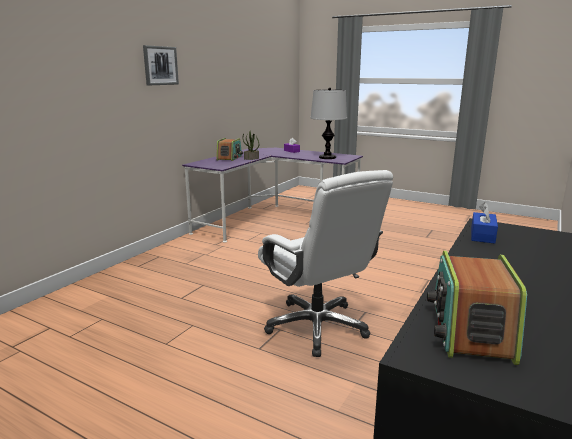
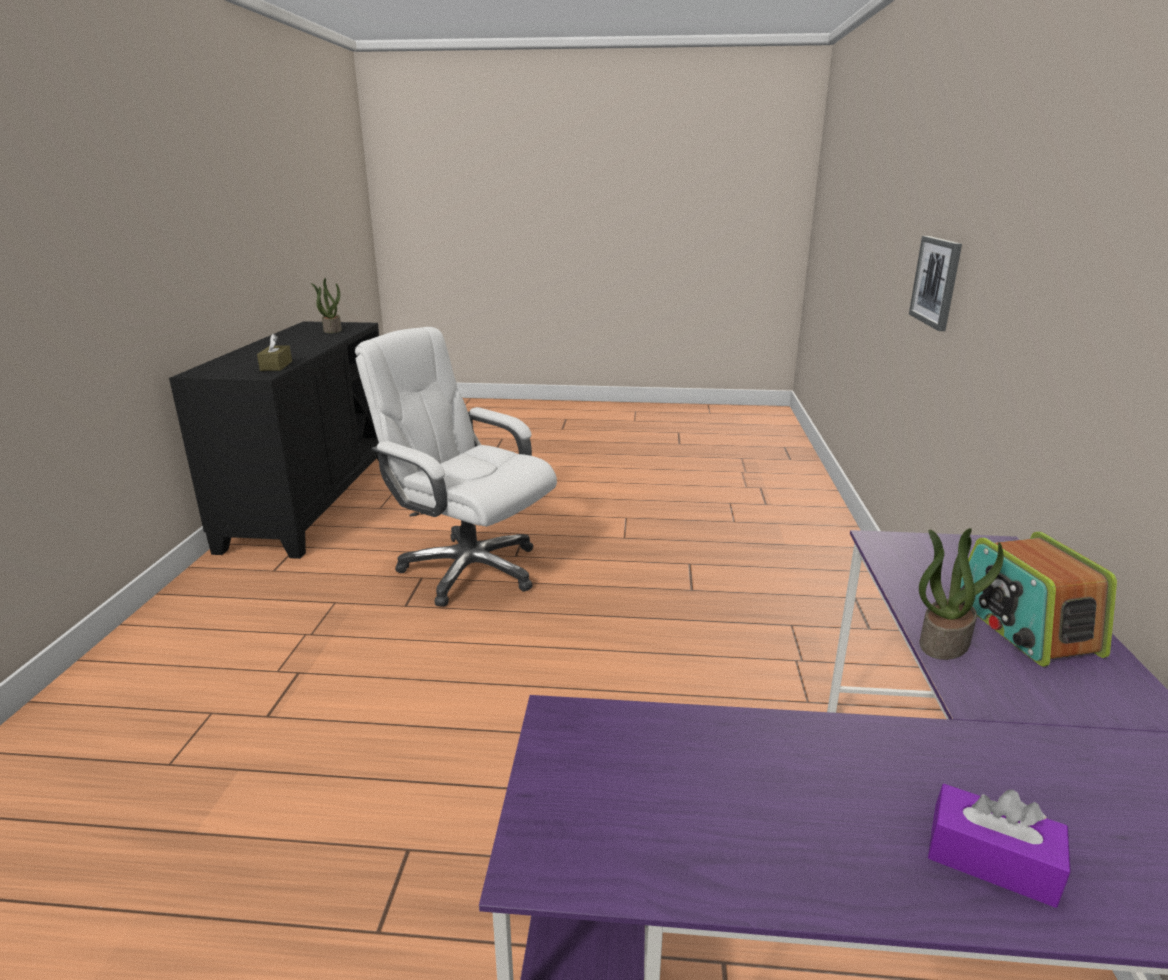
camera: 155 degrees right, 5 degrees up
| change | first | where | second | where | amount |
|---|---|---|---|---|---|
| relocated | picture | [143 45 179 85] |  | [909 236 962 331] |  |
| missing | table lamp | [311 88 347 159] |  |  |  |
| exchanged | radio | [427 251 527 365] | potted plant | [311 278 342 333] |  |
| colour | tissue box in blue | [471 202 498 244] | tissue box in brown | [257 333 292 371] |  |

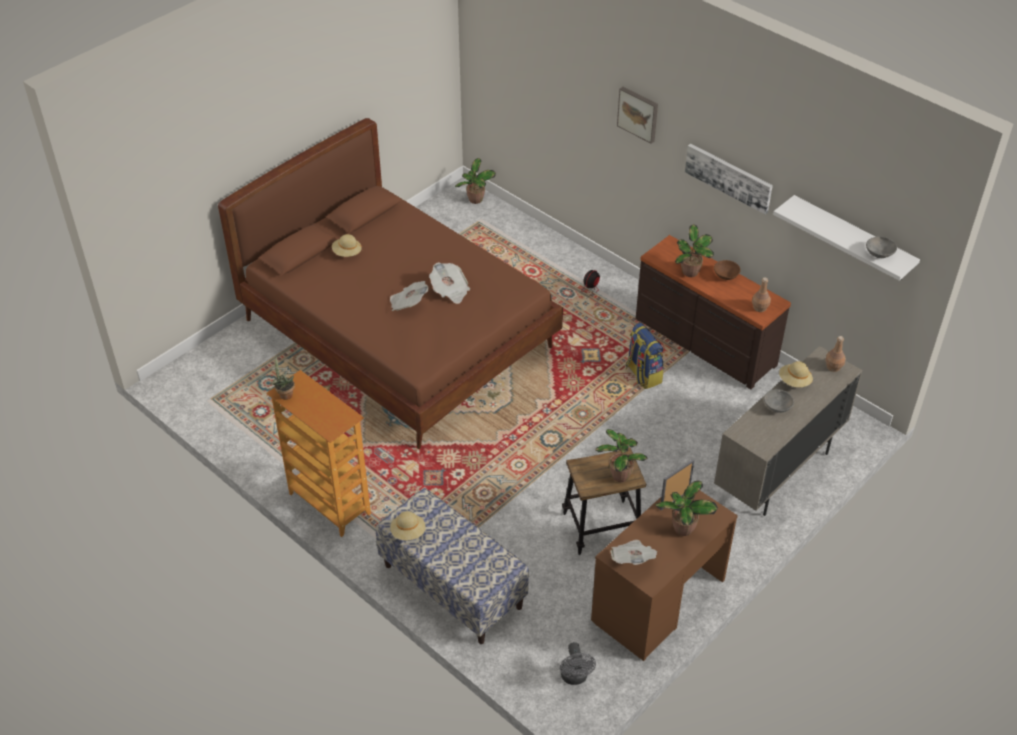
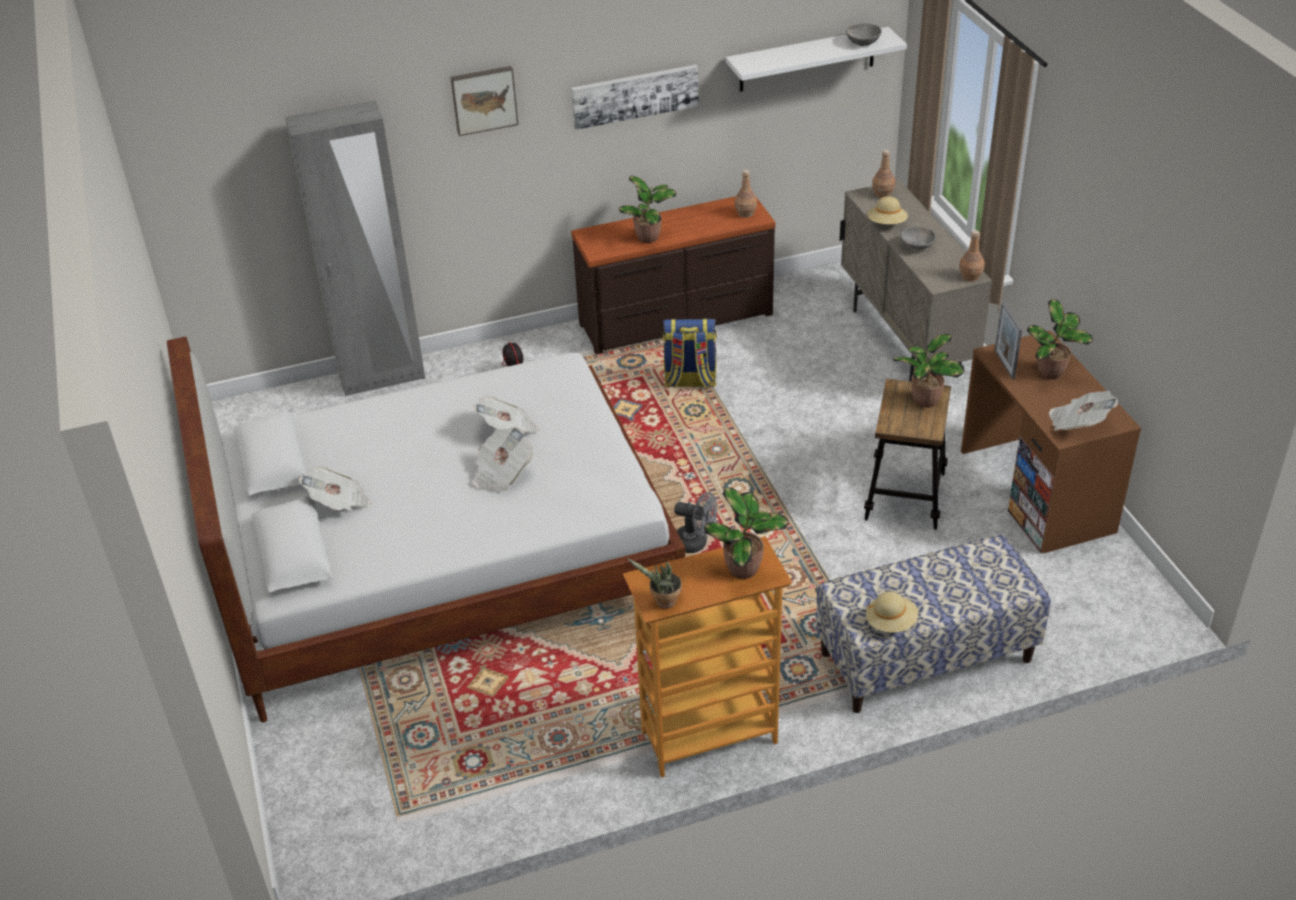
camera: 60 degrees left, 5 degrees down
| change | first | where | second | where | amount |
|---|---|---|---|---|---|
| colour | bed in brown | [218 118 563 449] | bed in white | [167 337 685 723] |  |
| exchanged | hat in beige | [332 234 362 257] | newspaper | [299 467 372 511] |  |
| relocated | potted plant | [455 158 496 204] |  | [704 487 789 579] |  |
| relocated | fan in grey | [560 642 596 685] |  | [674 492 717 553] |  |
| missing | bowl in brown | [714 260 741 280] |  |  |  |
| appeared |  |  | wardrobe in grey | [285 100 426 397] |  |
| appeared |  |  | bottle in brown | [959 230 985 282] |  |

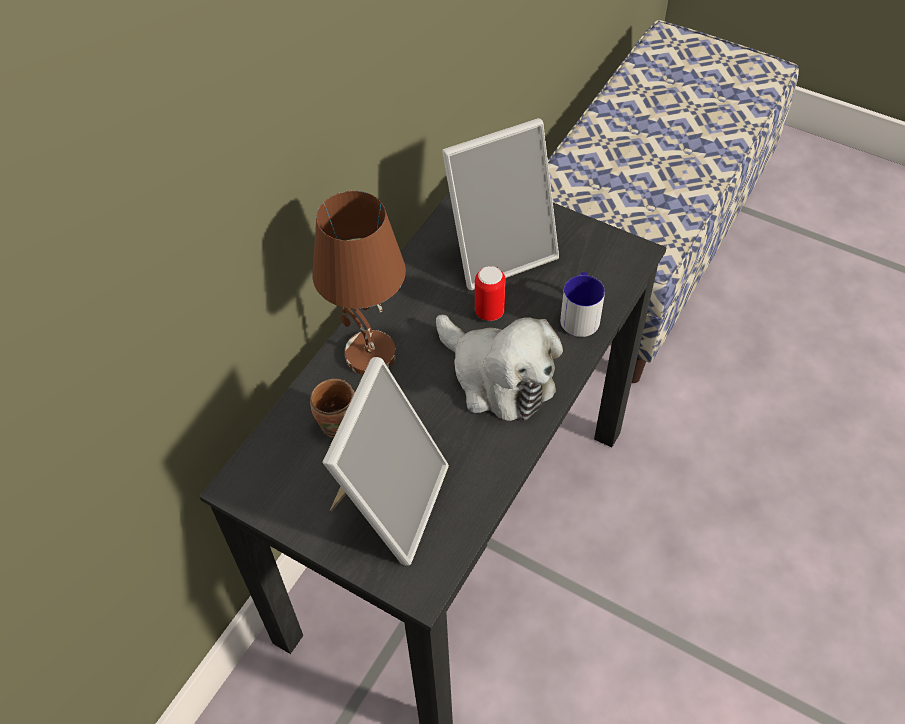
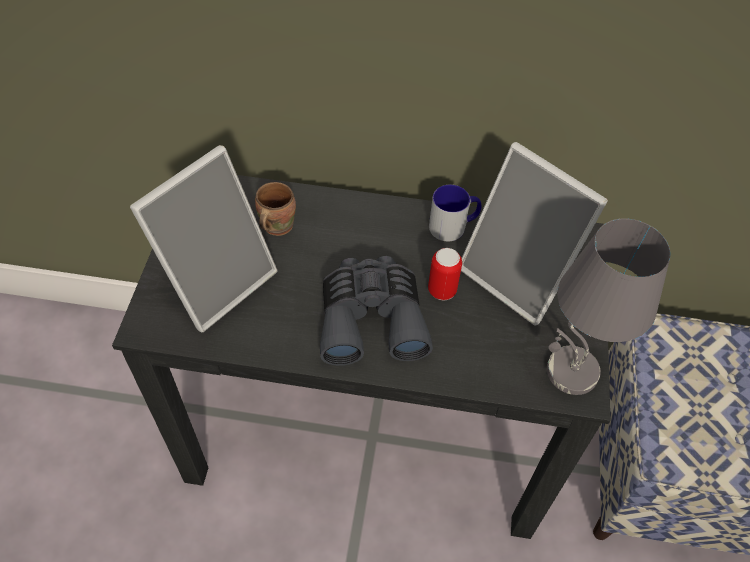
camera: 65 degrees right, 0 degrees up
| change | first | where | second | where | amount |
|---|---|---|---|---|---|
| missing | table lamp in brown | [312 191 406 375] |  |  |  |
| spun | picture frame | [322 357 449 566] |  | [130 145 278 332] | 45 degrees counterclockwise |
| exchanged | plush toy | [436 315 563 421] | binoculars in grey | [320 256 433 366] |  |
| relocated | mug | [560 272 605 337] |  | [429 185 481 241] |  |
| appeared |  |  | table lamp in grey | [547 218 671 395] |  |

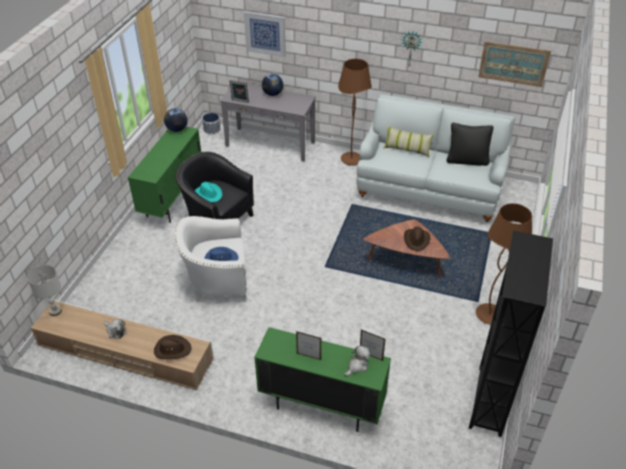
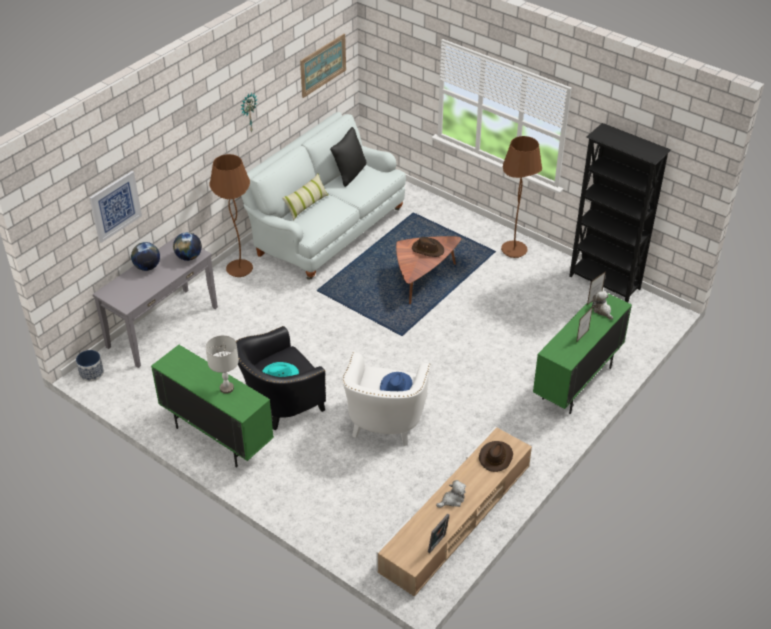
camera: 70 degrees left, 0 degrees up
| change | first | where | second | where | amount |
|---|---|---|---|---|---|
| relocated | table lamp in grey | [27 265 62 316] |  | [206 335 239 394] |  |
| relocated | globe | [164 108 188 132] |  | [173 232 202 261] |  |
| relocated | picture frame | [229 80 249 103] |  | [428 514 450 553] |  |

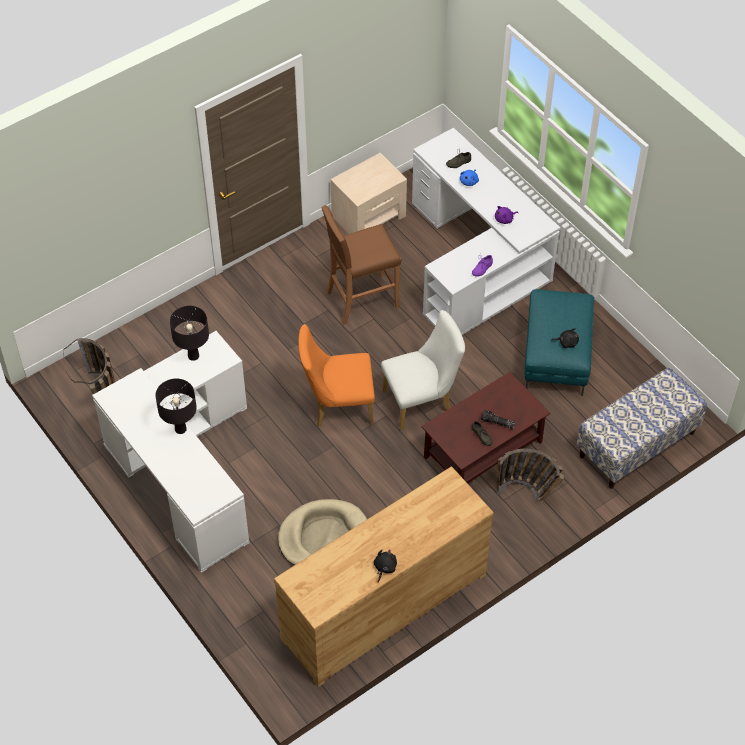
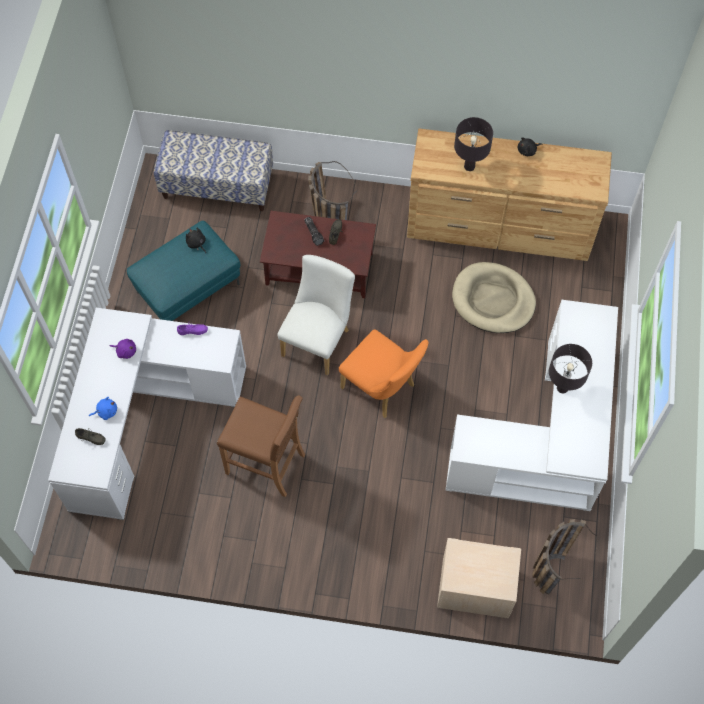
camera: 135 degrees left, 10 degrees up
| change | first | where | second | where | amount |
|---|---|---|---|---|---|
| relocated | table lamp in black | [170 306 209 361] |  | [454 117 493 171] |  |
| relocated | nightstand in beige | [331 153 407 234] |  | [437 538 521 618] |  |
| spun | chair in white | [381 310 465 431] |  | [277 255 355 375] | 90 degrees clockwise |

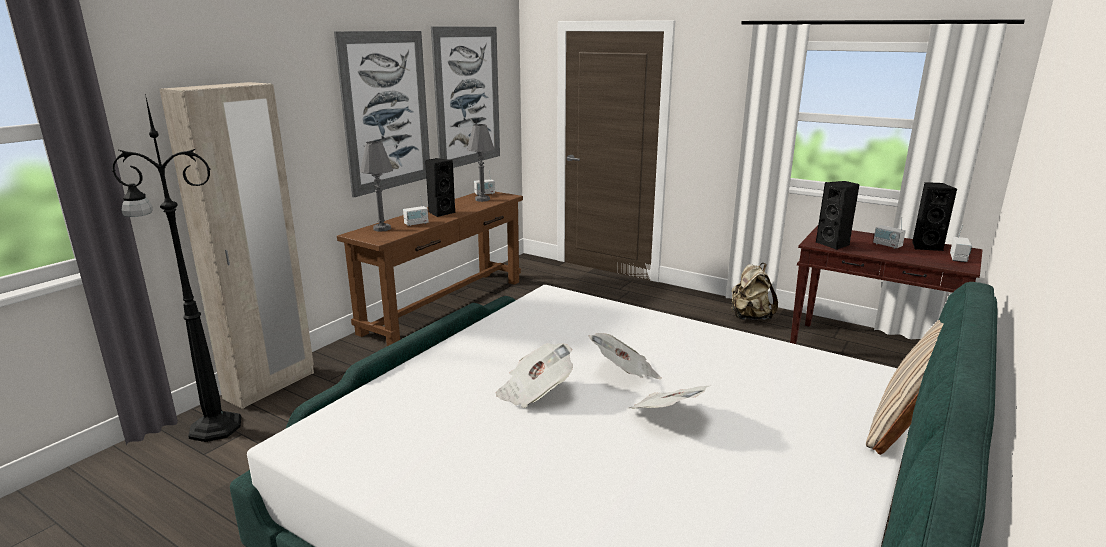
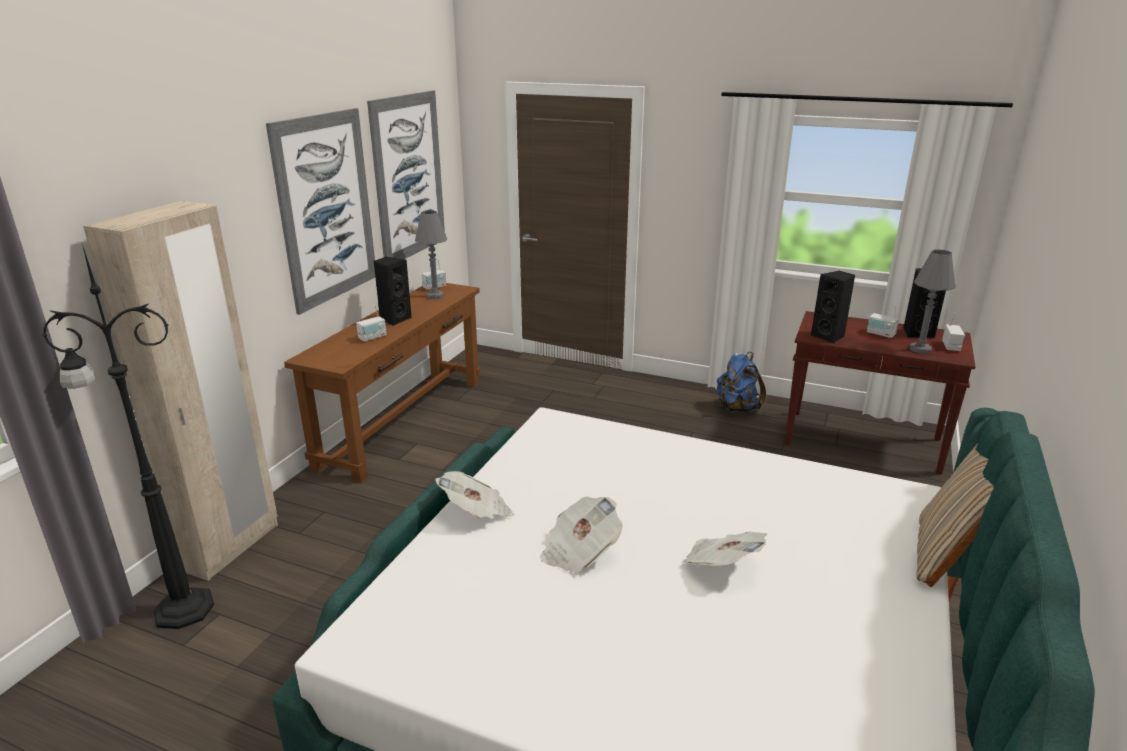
camera: 10 degrees left, 5 degrees up
| change | first | where | second | where | amount |
|---|---|---|---|---|---|
| relocated | table lamp in grey | [360 141 393 232] |  | [910 249 956 354] |  |
| relocated | newspaper | [588 333 662 379] |  | [435 471 515 519] |  |
| colour | backpack in beige | [732 263 778 320] | backpack in blue | [717 352 766 413] |  |

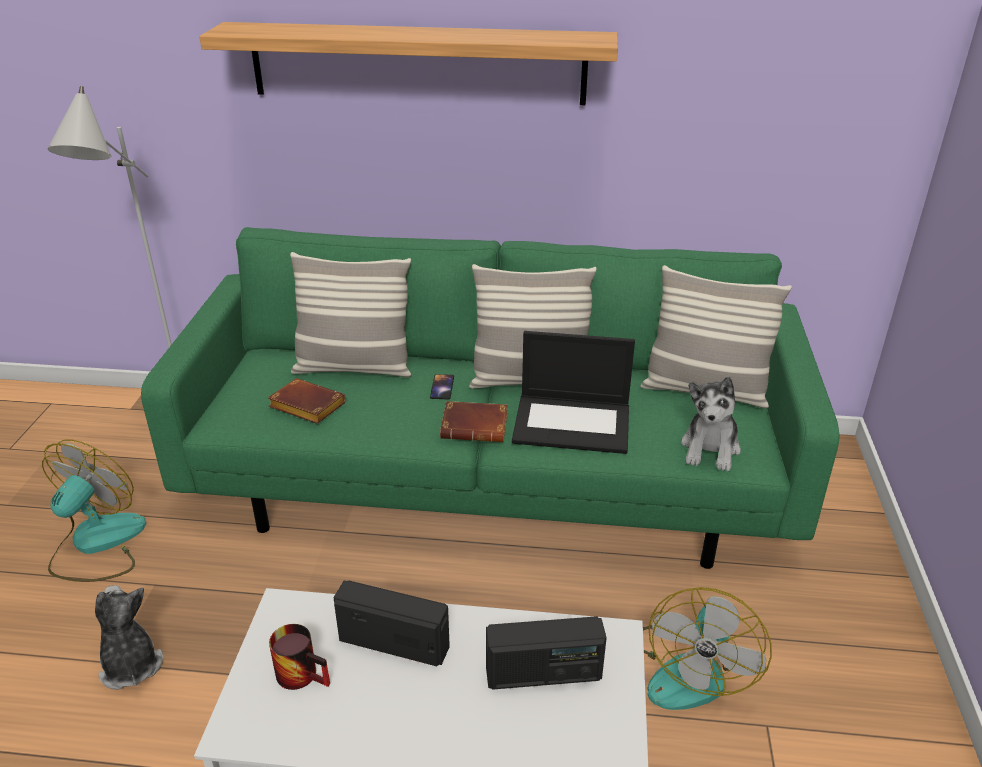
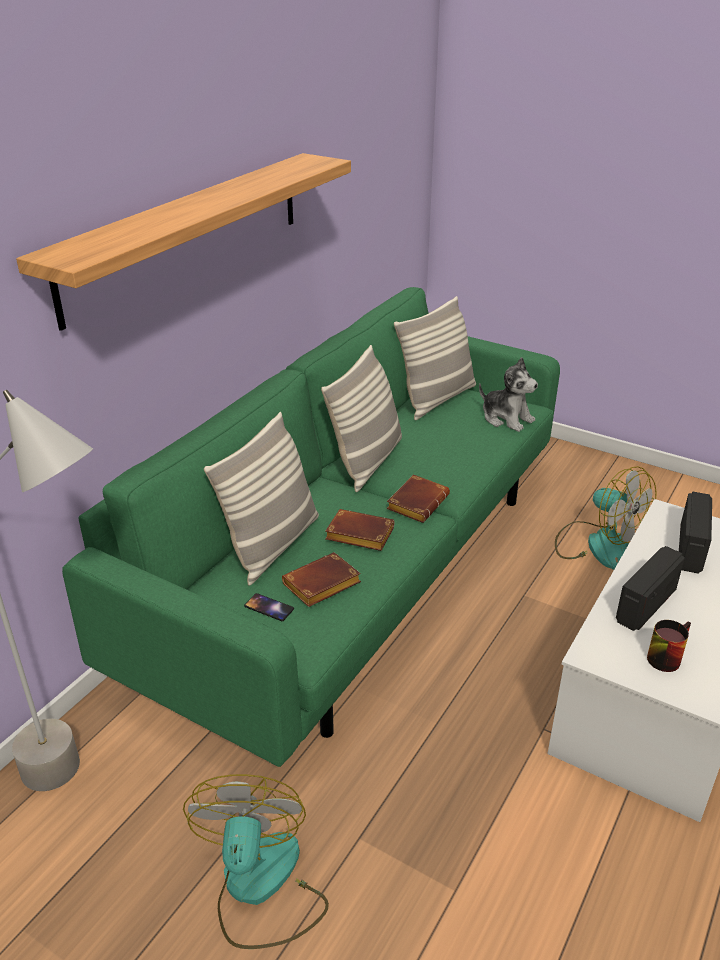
camera: 65 degrees left, 0 degrees up
| change | first | where | second | where | amount |
|---|---|---|---|---|---|
| spun | fan | [42 439 146 582] |  | [183 774 329 949] | 45 degrees clockwise |
| missing | plush toy | [95 585 163 690] |  |  |  |
| relocated | phone | [430 374 454 399] |  | [244 593 294 621] |  |
| missing | laptop | [512 331 635 454] |  |  |  |
| appeared |  |  | book in brown | [325 509 394 551] |  |

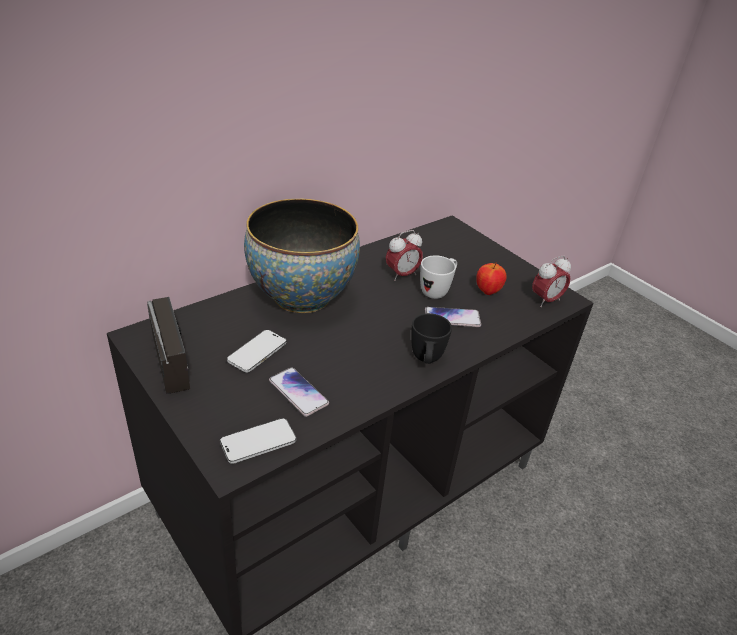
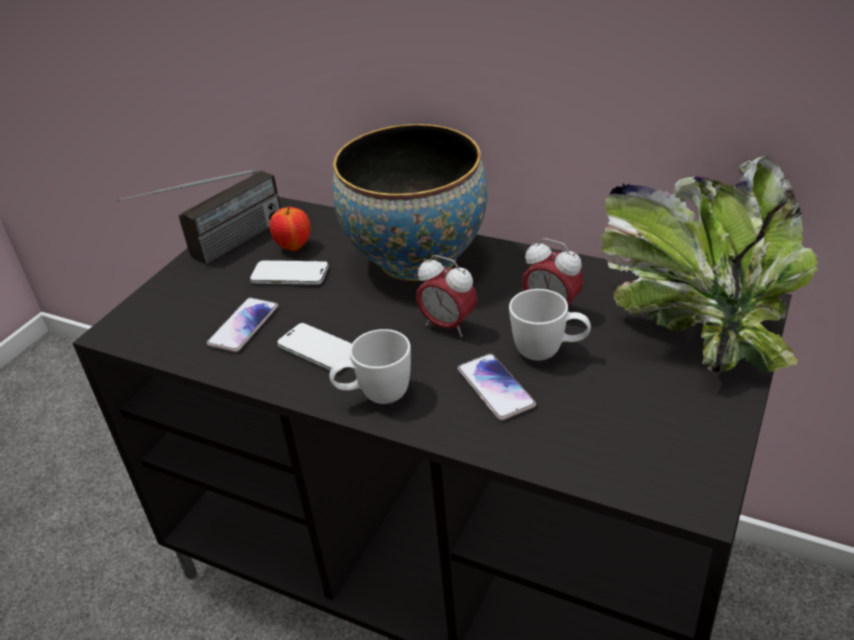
camera: 70 degrees right, 0 degrees up
| change | first | where | second | where | amount |
|---|---|---|---|---|---|
| relocated | phone | [220 418 296 464] |  | [277 323 352 372] |  |
| colour | mug in black | [411 313 452 364] | mug in white | [329 329 411 404] |  |
| relocated | apple | [476 263 507 295] |  | [269 207 310 251] |  |
| relocated | alarm clock | [532 255 571 307] |  | [416 255 477 337] |  |
| appeared |  |  | potted plant | [600 156 819 372] |  |

